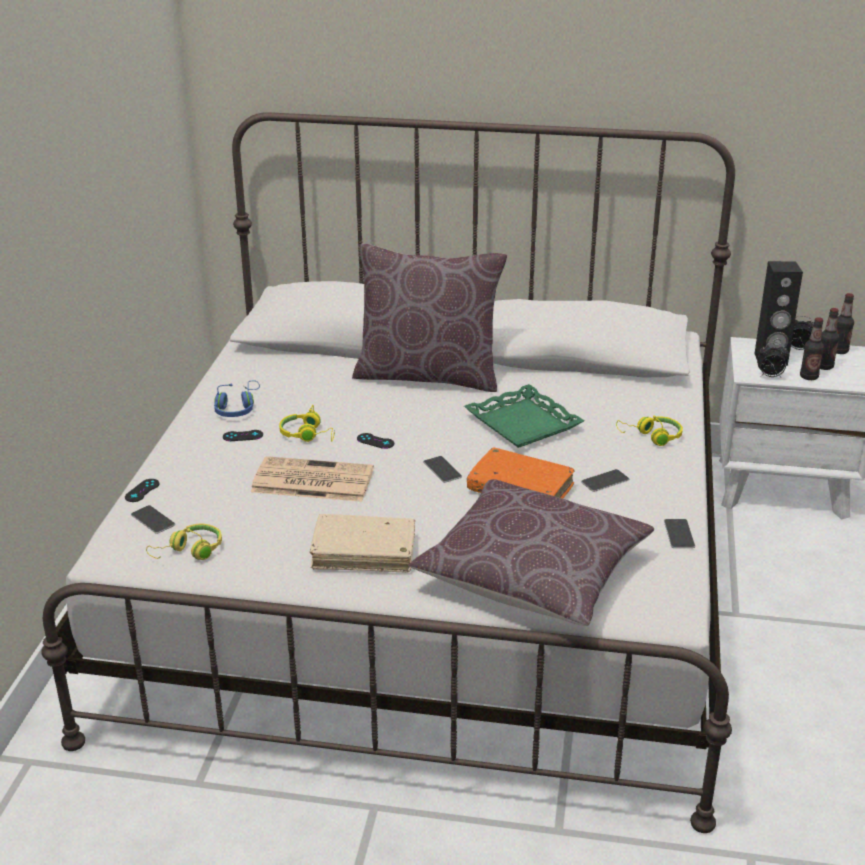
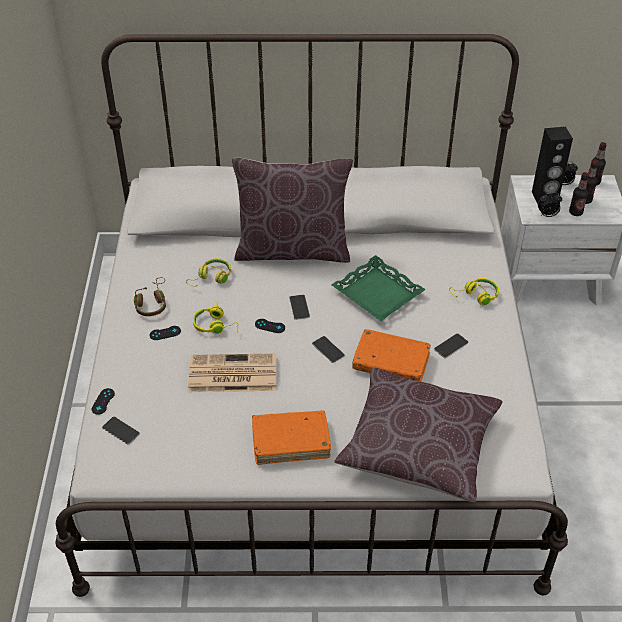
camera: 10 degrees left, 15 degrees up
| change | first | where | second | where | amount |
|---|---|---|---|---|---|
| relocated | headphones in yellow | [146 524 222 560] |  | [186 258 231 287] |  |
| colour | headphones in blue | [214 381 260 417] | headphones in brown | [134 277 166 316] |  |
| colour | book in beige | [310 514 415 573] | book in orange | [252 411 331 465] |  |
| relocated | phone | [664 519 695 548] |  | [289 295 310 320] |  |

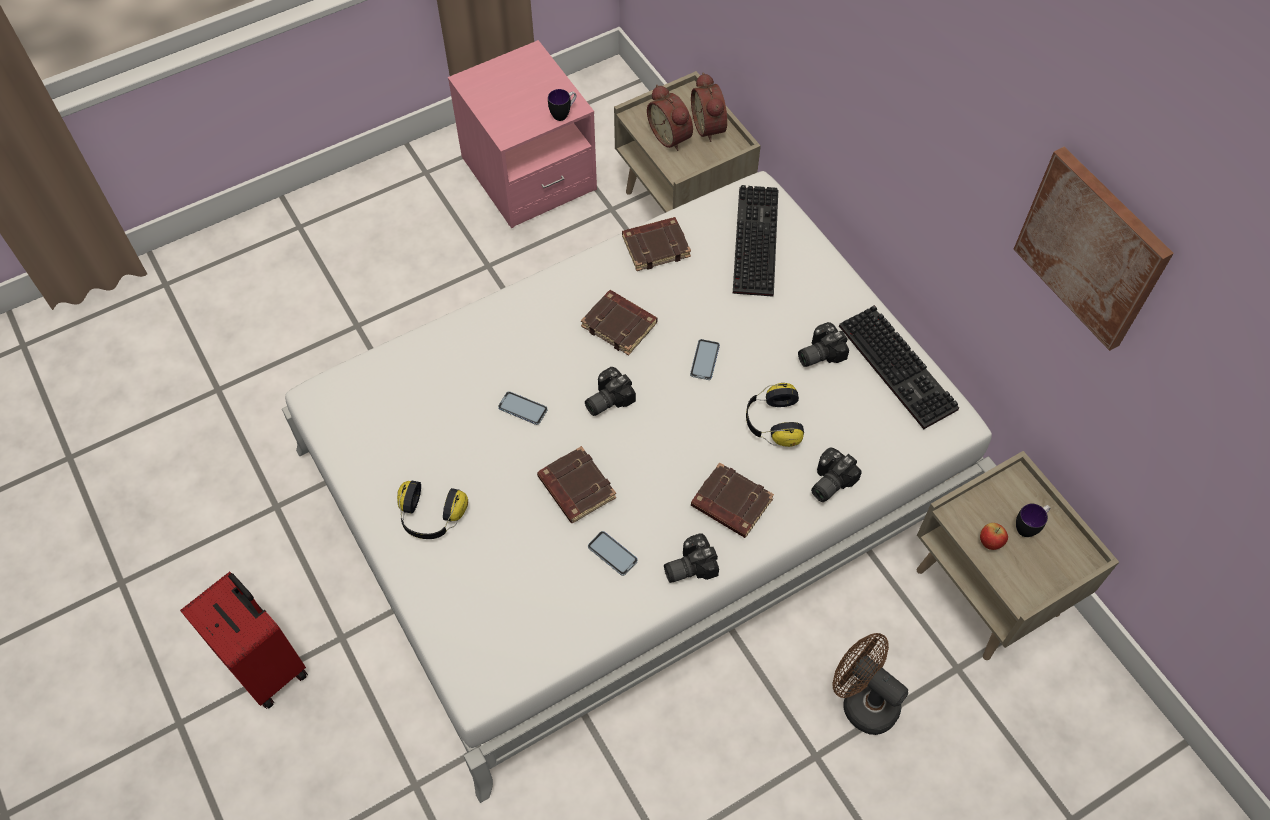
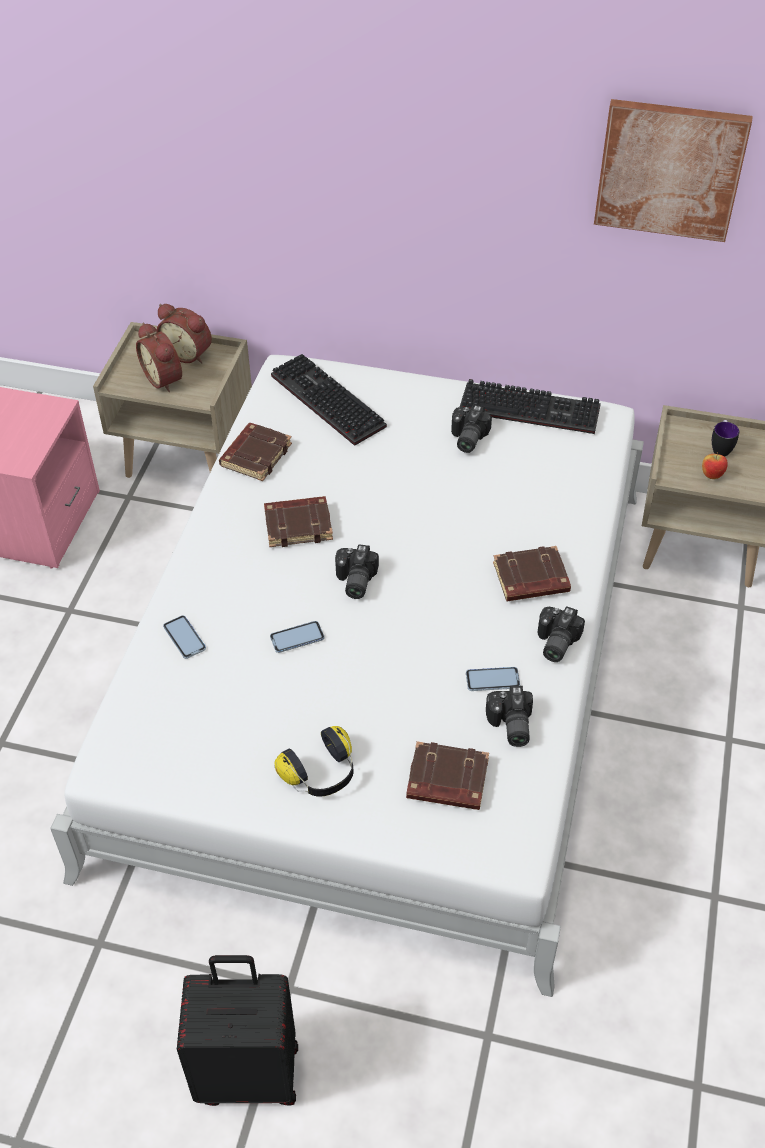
camera: 45 degrees left, 10 degrees down
| change | first | where | second | where | amount |
|---|---|---|---|---|---|
| colour | suitcase in red | [180 572 308 709] | suitcase in black | [177 955 298 1106] |  |
| relocated | book in brown | [537 446 617 523] |  | [406 741 489 810] |  |
| missing | mug | [548 89 577 121] |  |  |  |
| spun | alarm clock | [647 85 693 151] |  | [136 323 182 392] | 45 degrees clockwise |
| relocated | phone | [690 339 720 380] |  | [163 615 206 659] |  |
| missing | headphones | [746 383 804 447] |  |  |  |
| relocated | photo camera | [811 447 862 502] |  | [486 686 533 747] |  |
| missing | fan in brown | [833 633 908 735] |  |  |  |

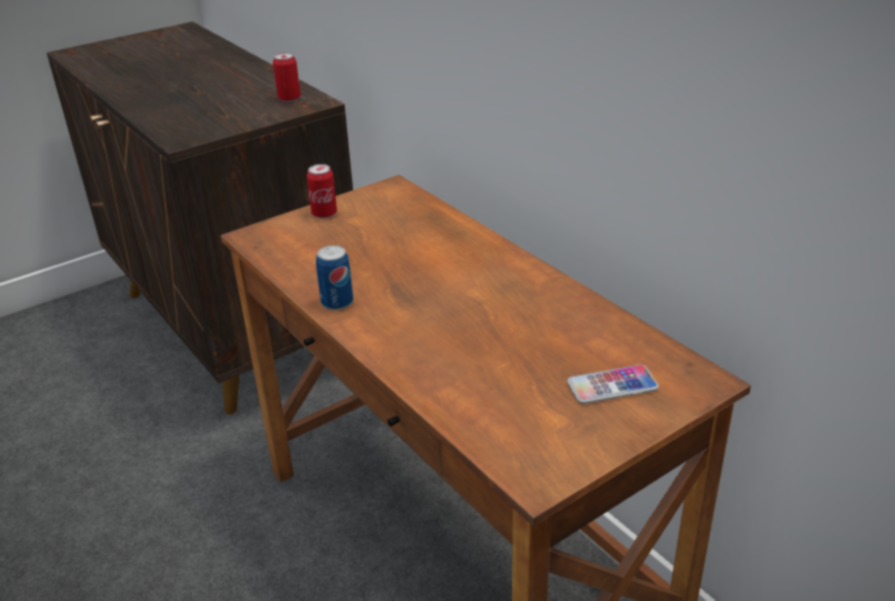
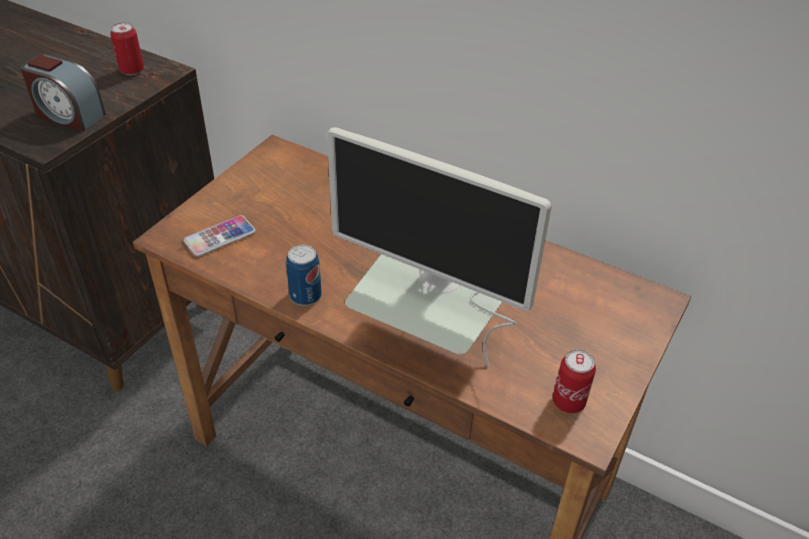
camera: 25 degrees left, 10 degrees up
| change | first | where | second | where | amount |
|---|---|---|---|---|---|
| relocated | can | [307 164 337 218] |  | [553 350 596 413] |  |
| relocated | phone | [567 365 659 404] |  | [184 215 256 257] |  |
| appeared |  |  | alarm clock | [21 54 106 132] |  |
| appeared |  |  | monitor | [327 127 552 367] |  |

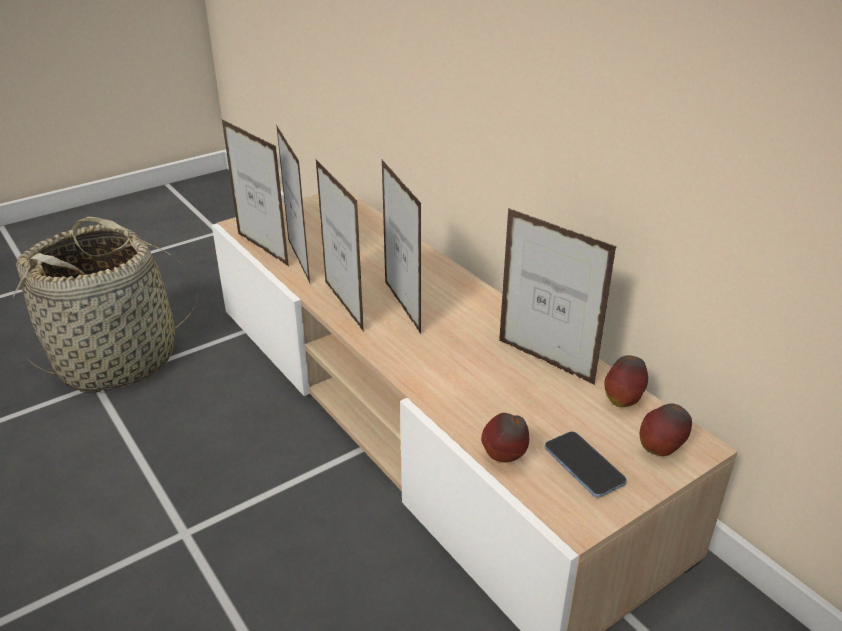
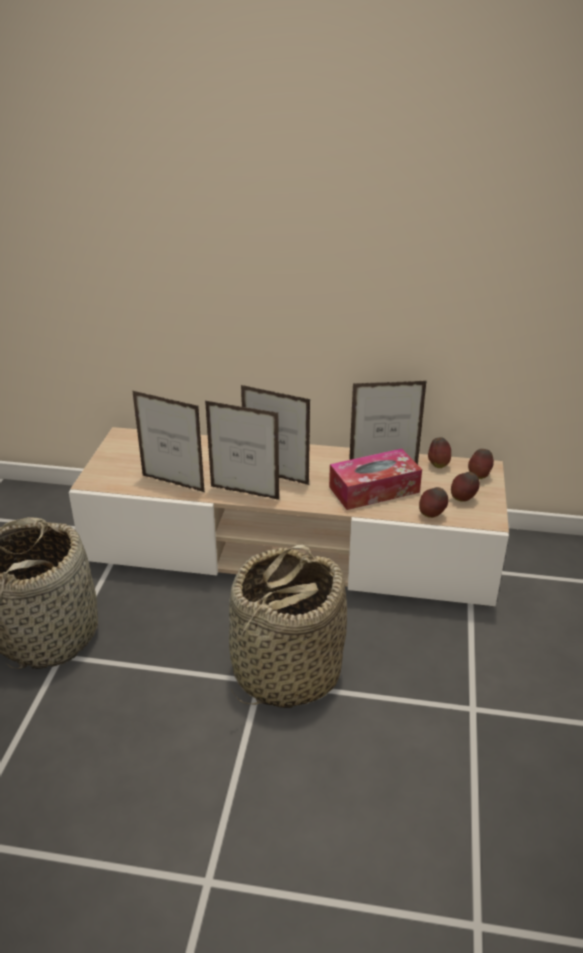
camera: 45 degrees left, 0 degrees up
| change | first | where | second | where | amount |
|---|---|---|---|---|---|
| missing | picture frame | [222 119 289 266] |  |  |  |
| exchanged | phone | [544 431 627 497] | apple | [451 472 480 502] |  |
| appeared |  |  | basket | [229 545 347 708] |  |
| appeared |  |  | tissue box | [329 449 422 510] |  |

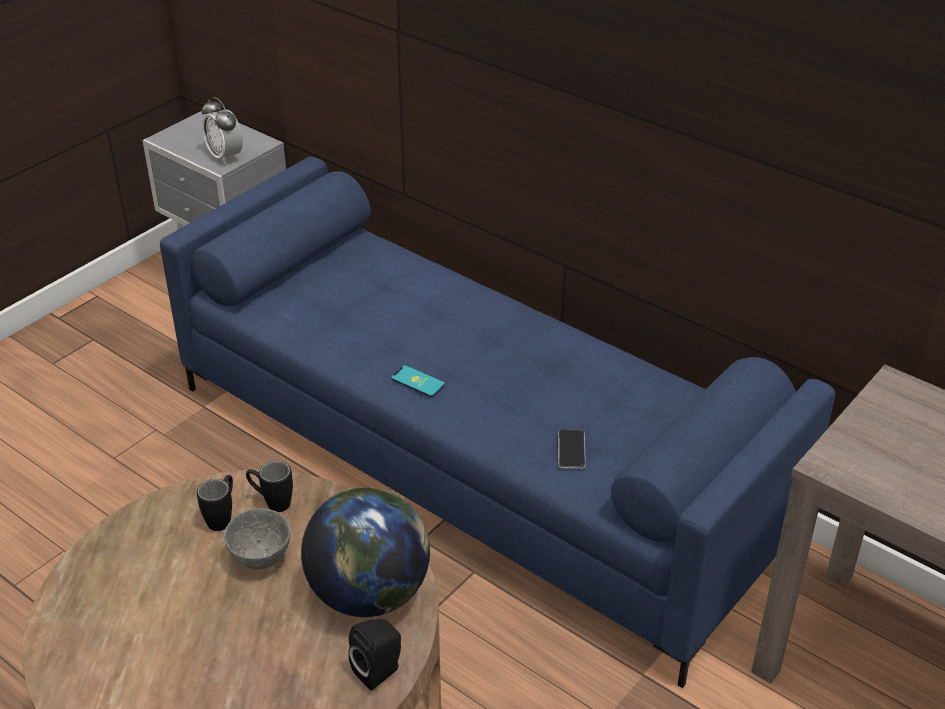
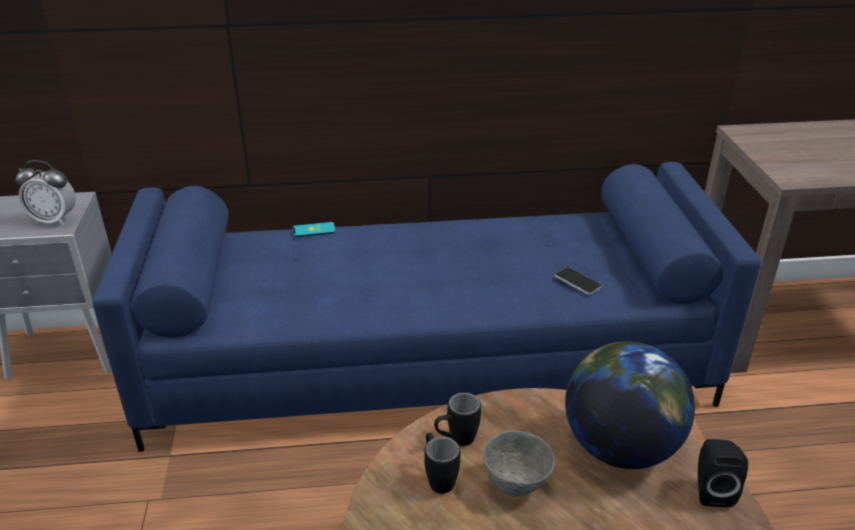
camera: 45 degrees left, 5 degrees down
| change | first | where | second | where | amount |
|---|---|---|---|---|---|
| relocated | phone | [391 365 445 397] |  | [293 222 336 237] |  |

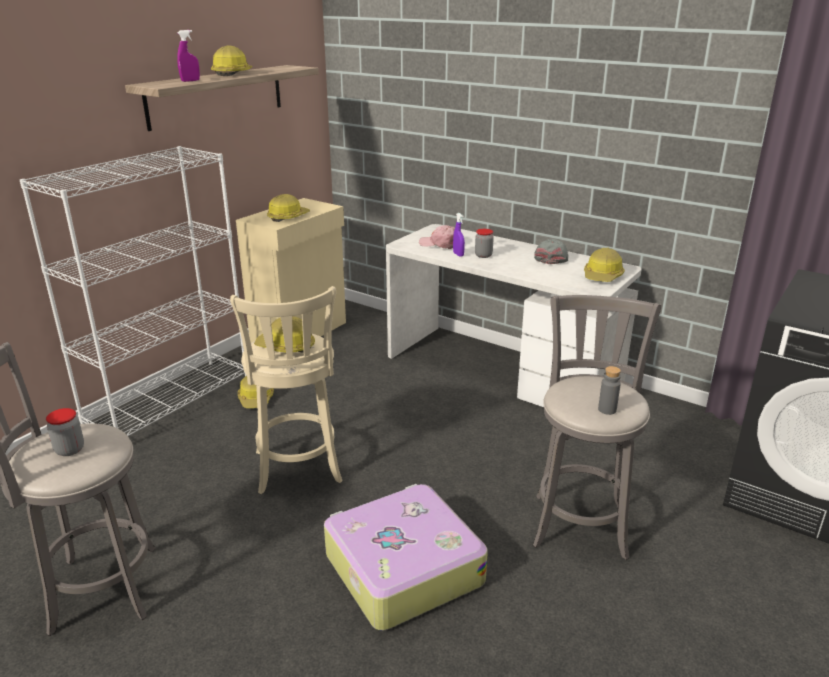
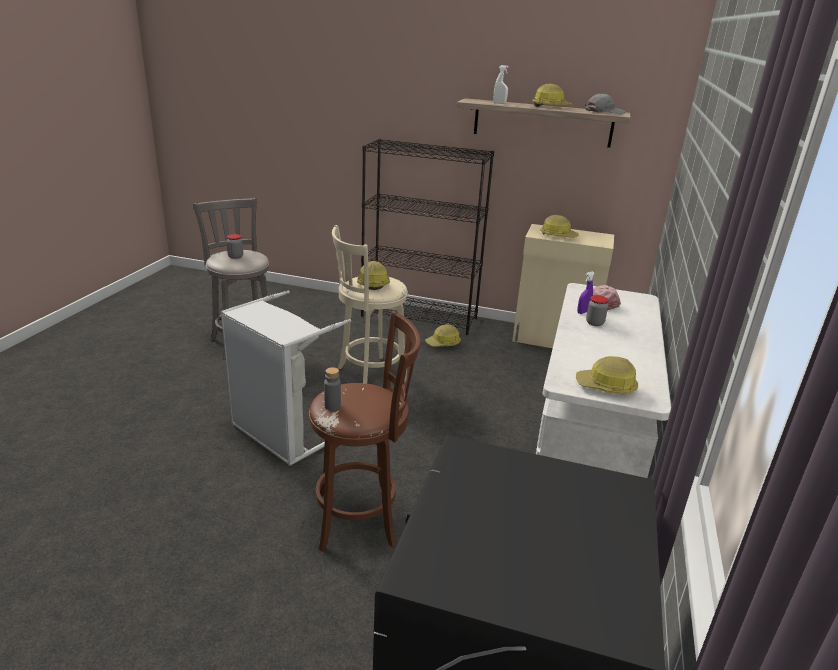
camera: 70 degrees right, 0 degrees up
| change | first | where | second | where | amount |
|---|---|---|---|---|---|
| colour | bookcase in white | [20 146 246 436] | bookcase in black | [361 139 494 335] |  |
| colour | spray bottle in purple | [177 30 200 82] | spray bottle in white | [494 65 509 104] |  |
| exchanged | suitcase | [324 484 488 631] | laundry basket in grey | [221 291 351 466] |  |
| colour | stool in grey | [533 295 661 560] | stool in brown | [309 311 421 551] |  |
| relocated | cap in grey | [534 239 569 264] |  | [585 93 625 115] |  |

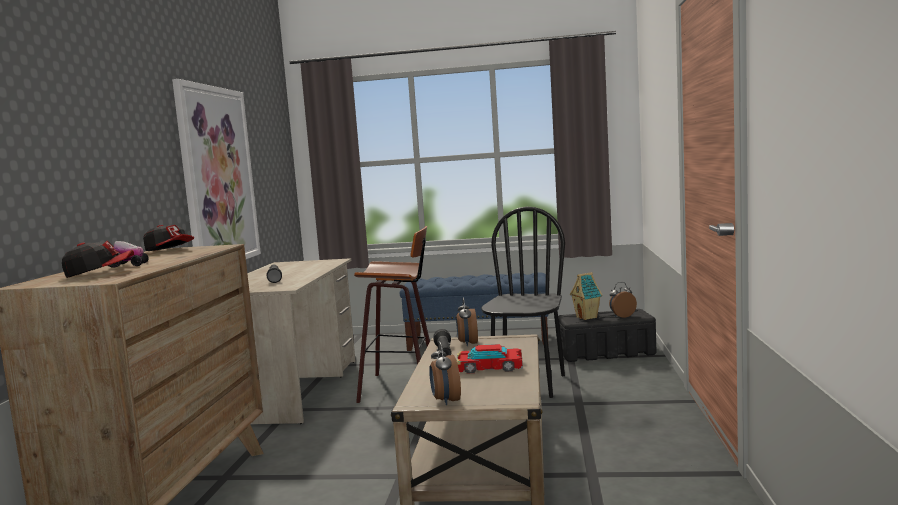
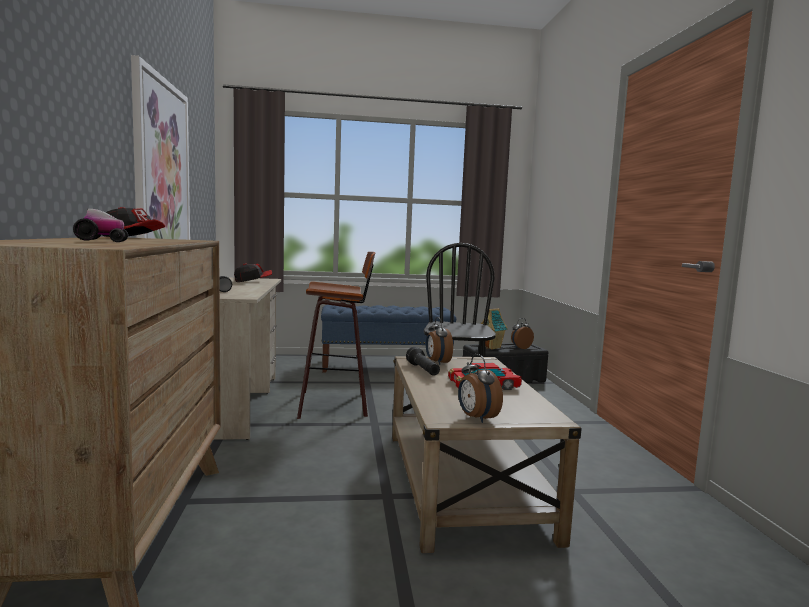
camera: 15 degrees left, 0 degrees up
| change | first | where | second | where | amount |
|---|---|---|---|---|---|
| relocated | cap | [62 241 134 278] |  | [234 263 272 282] |  |

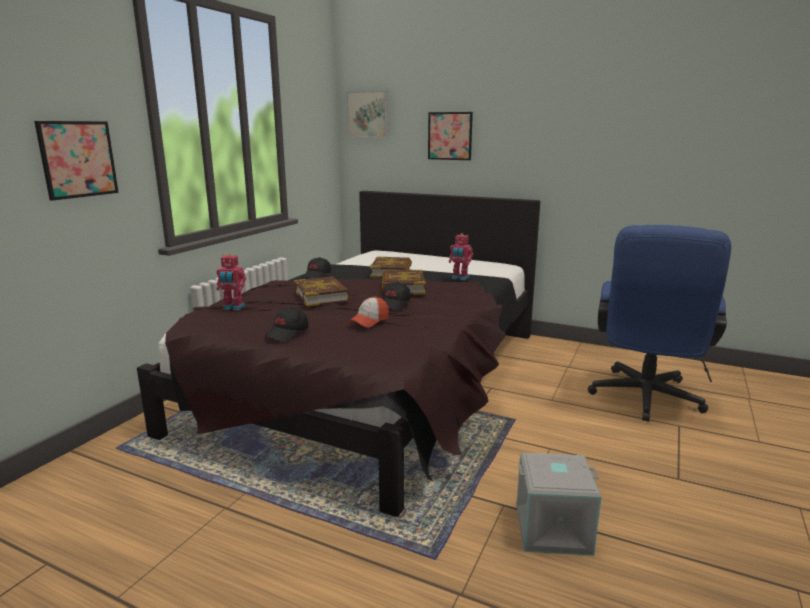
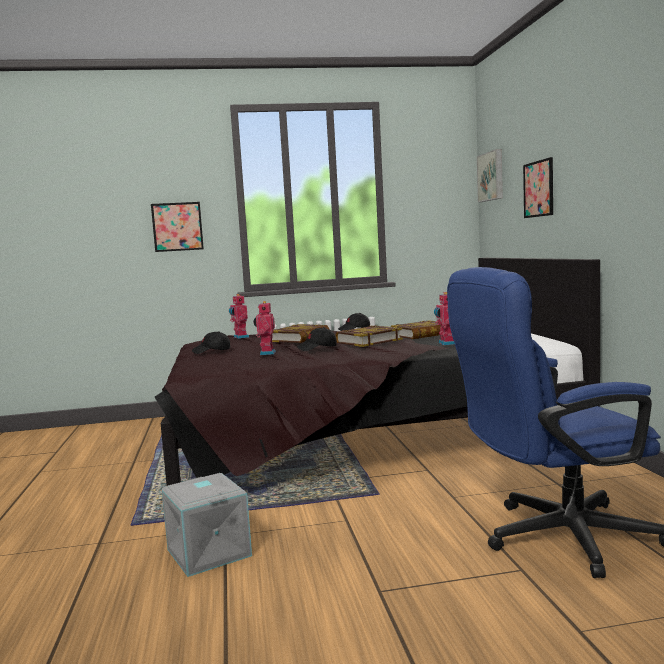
camera: 55 degrees right, 10 degrees down
| change | first | where | second | where | amount |
|---|---|---|---|---|---|
| exchanged | cap | [348 296 389 328] | toy robot | [253 301 276 355] |  |

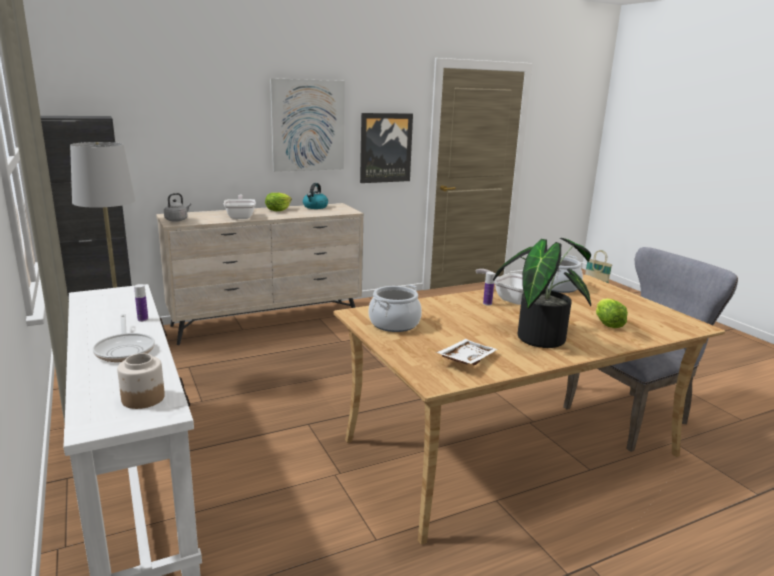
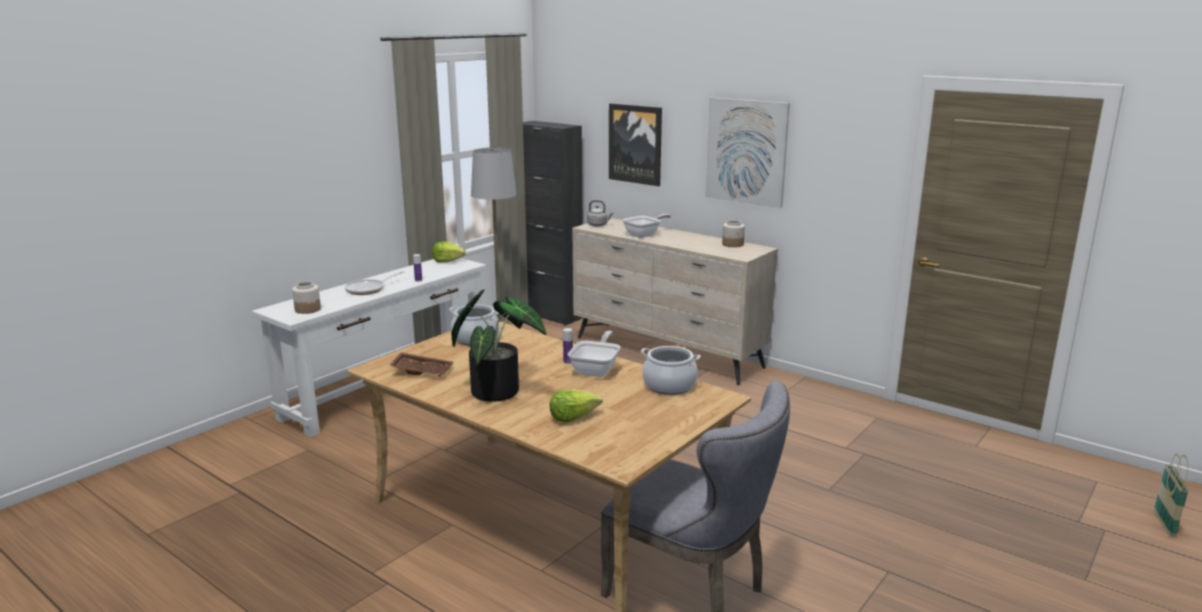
camera: 65 degrees right, 0 degrees up
| change | first | where | second | where | amount |
|---|---|---|---|---|---|
| relocated | lettuce | [265 193 292 211] |  | [432 241 466 263] |  |
| exchanged | kettle | [303 183 328 209] | jar | [722 220 745 247] |  |
| relocated | picture | [360 113 413 183] |  | [609 104 662 186] |  |
| colour | tray in white | [436 339 498 365] | tray in brown | [388 352 454 377] |  |

